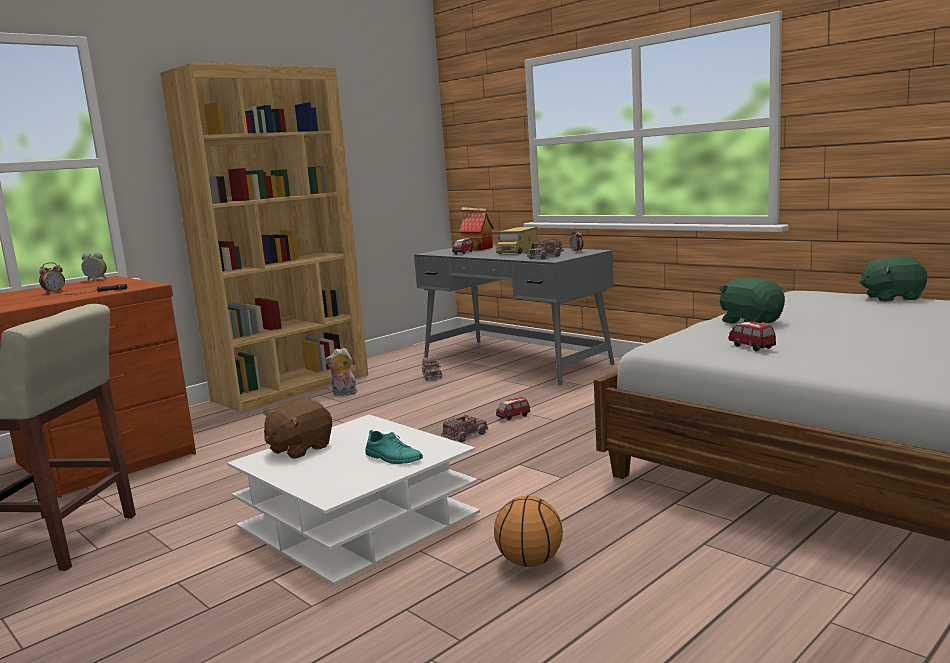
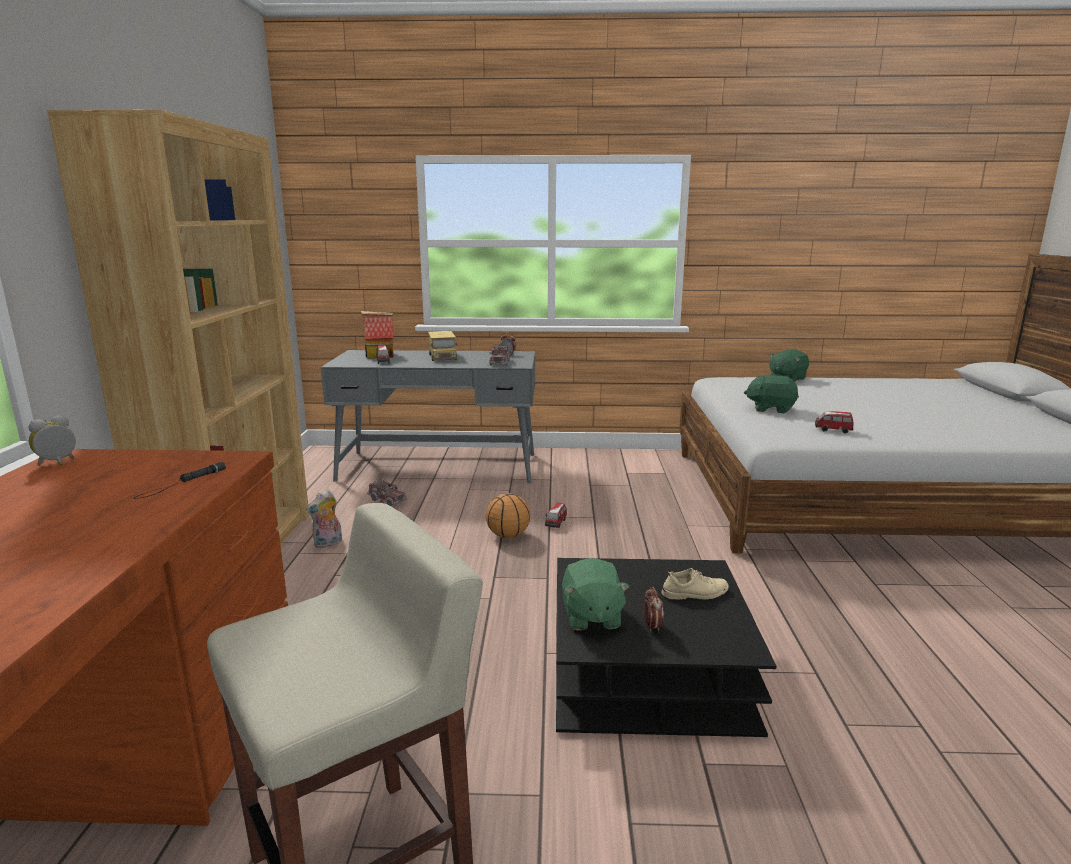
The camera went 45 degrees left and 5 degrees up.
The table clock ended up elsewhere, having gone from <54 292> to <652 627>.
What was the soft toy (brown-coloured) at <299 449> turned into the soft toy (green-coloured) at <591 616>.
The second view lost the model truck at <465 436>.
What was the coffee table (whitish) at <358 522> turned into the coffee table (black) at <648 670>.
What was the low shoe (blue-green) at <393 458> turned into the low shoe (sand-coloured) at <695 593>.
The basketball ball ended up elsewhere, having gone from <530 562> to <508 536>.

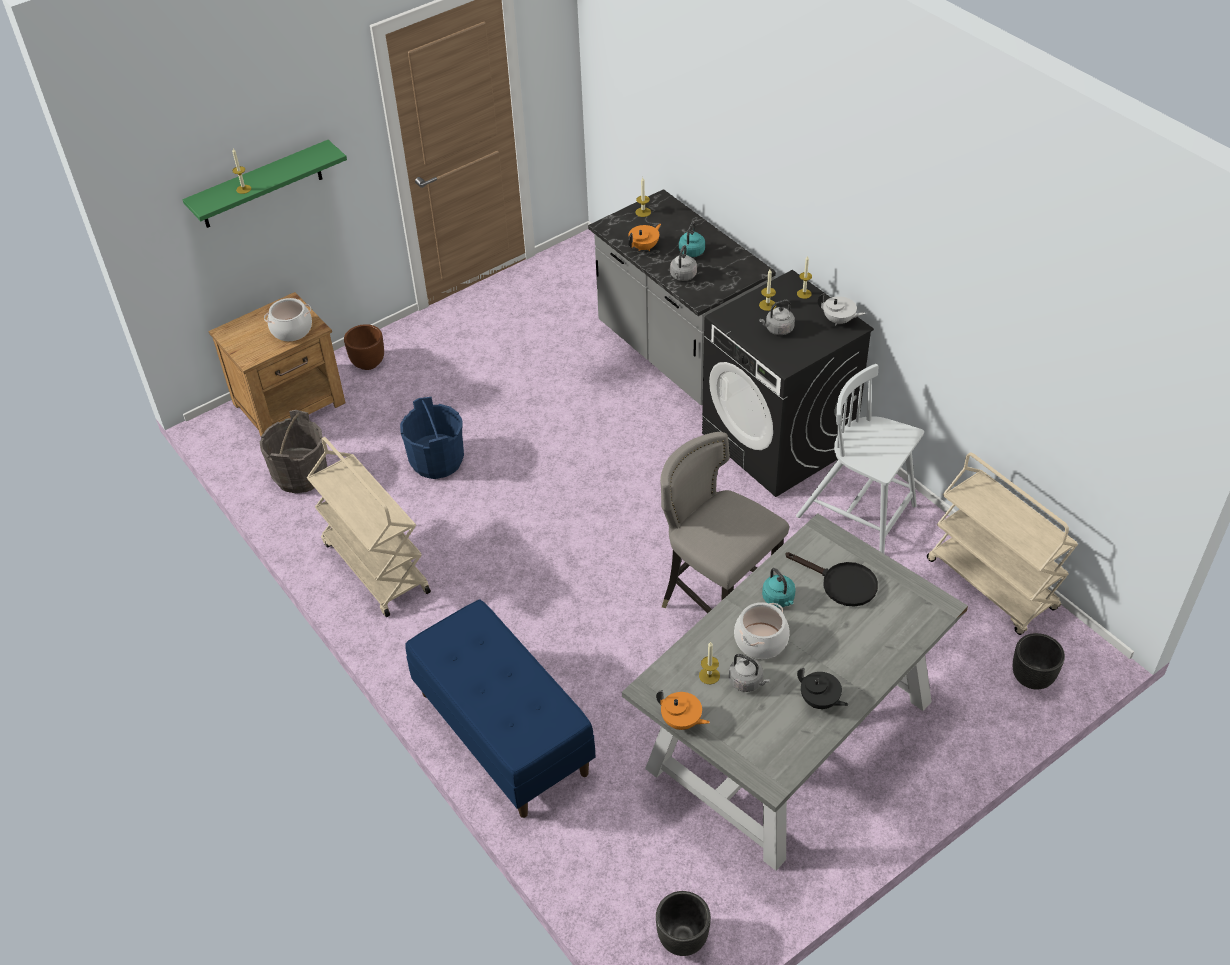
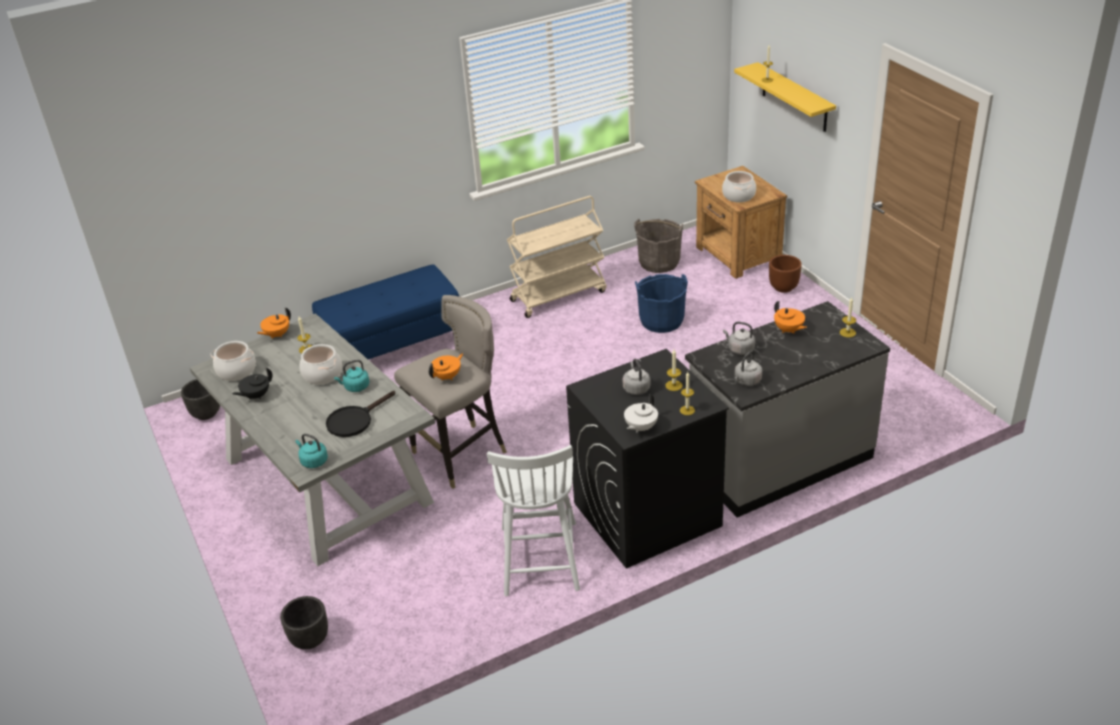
The camera went 100 degrees right and 10 degrees down.
What was the shelf (green-coloured) at <261 185> turned into the shelf (yellow) at <794 98>.
The kettle (blue-green) ended up elsewhere, having gone from <691 253> to <313 461>.
The chair (whitish) at <858 512> ended up facing another way, 135 degrees clockwise from before.
The second view lost the cart (sand-coloured) at <992 585>.
The kettle (grey) ended up elsewhere, having gone from <747 682> to <747 381>.
The second view gained the stockpot at <236 371>.
The second view gained the teapot (orangey) at <447 376>.

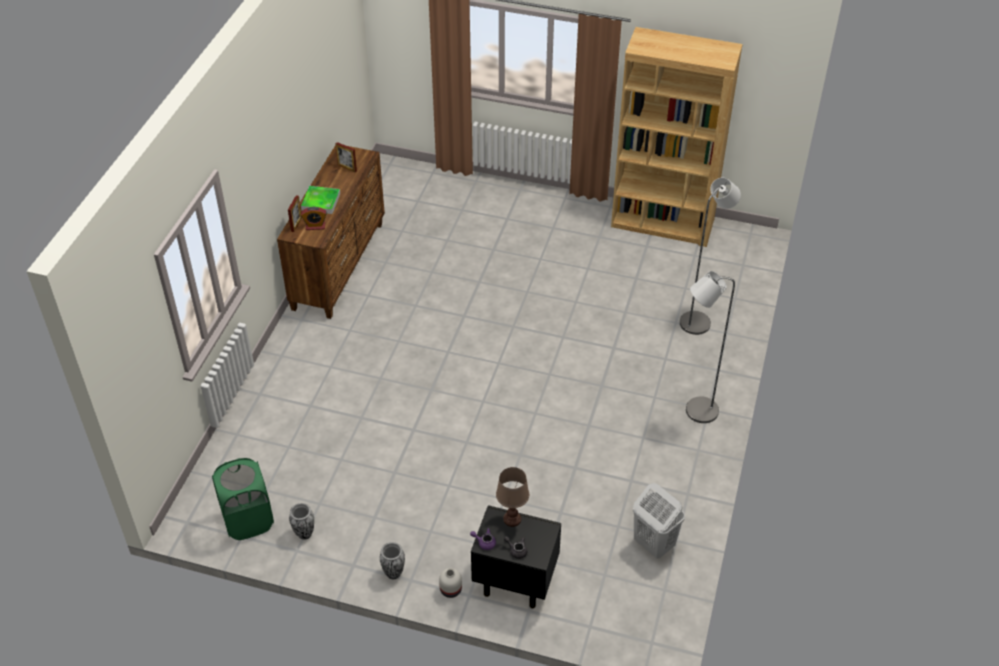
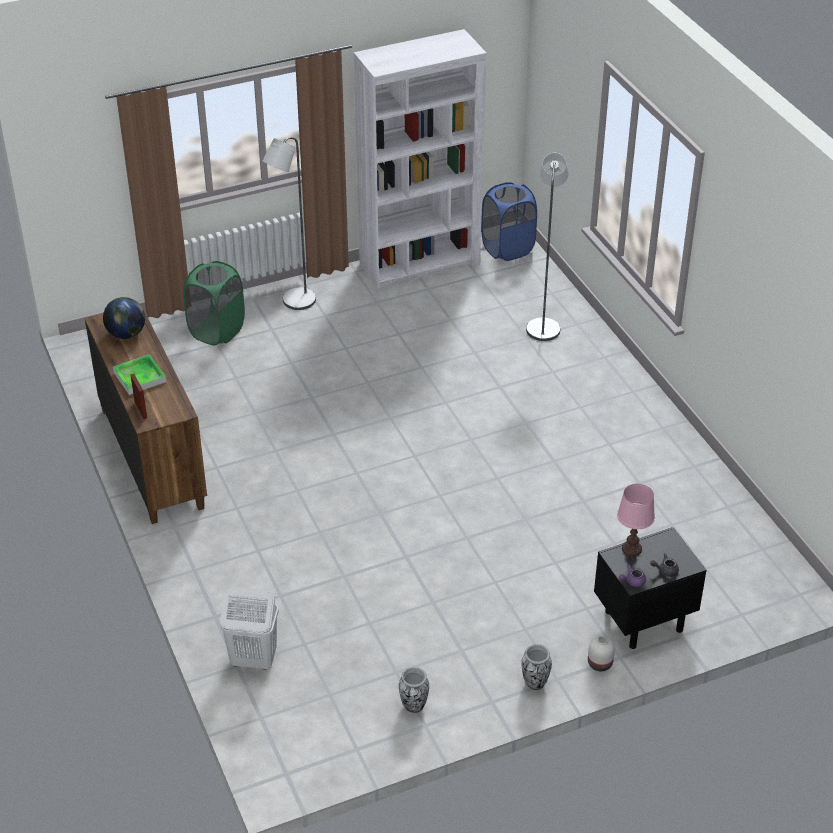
The camera went 40 degrees left and 5 degrees down.
What was the shelving unit (brown-coloured) at <663 224> turned into the shelving unit (whitish) at <420 263>.
Where the photo frame stood at <347 168>, the world globe came to stand at <126 334>.
The second view lost the table clock at <315 226>.
The standard lamp (grey) ended up elsewhere, having gone from <695 411> to <294 303>.
The laundry basket (green-coloured) ended up elsewhere, having gone from <248 520> to <217 331>.
What was the table lamp (brown-coloured) at <512 519> turned into the table lamp (pink-coloured) at <632 549>.
The laundry basket (whitish) ended up elsewhere, having gone from <653 544> to <253 659>.
The second view gained the laundry basket (bluish) at <507 248>.

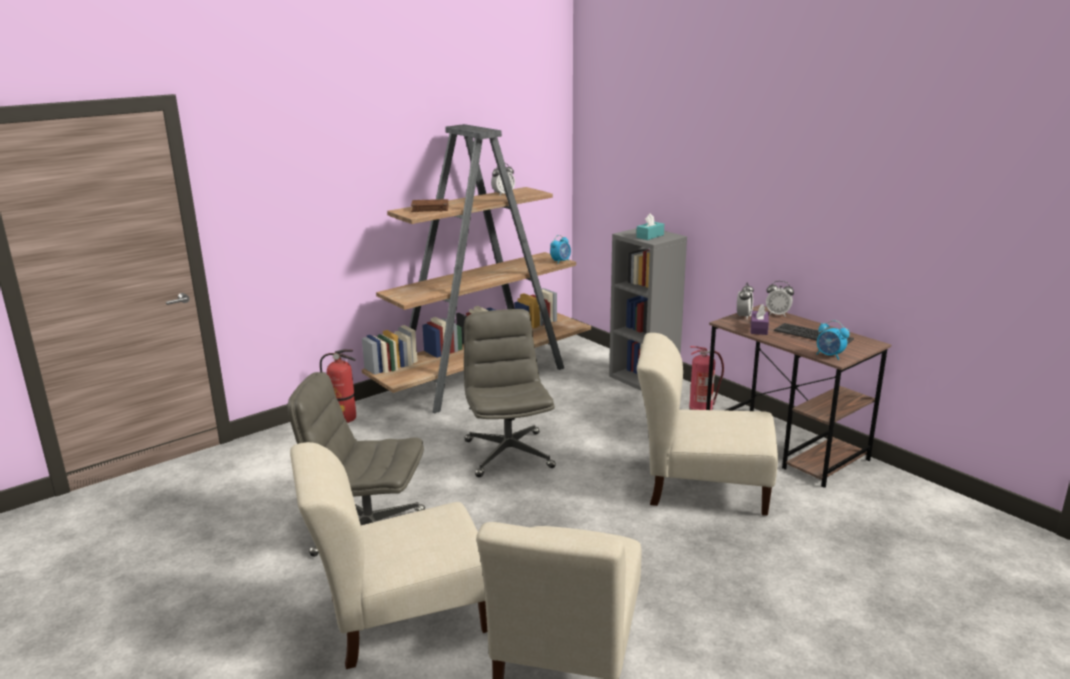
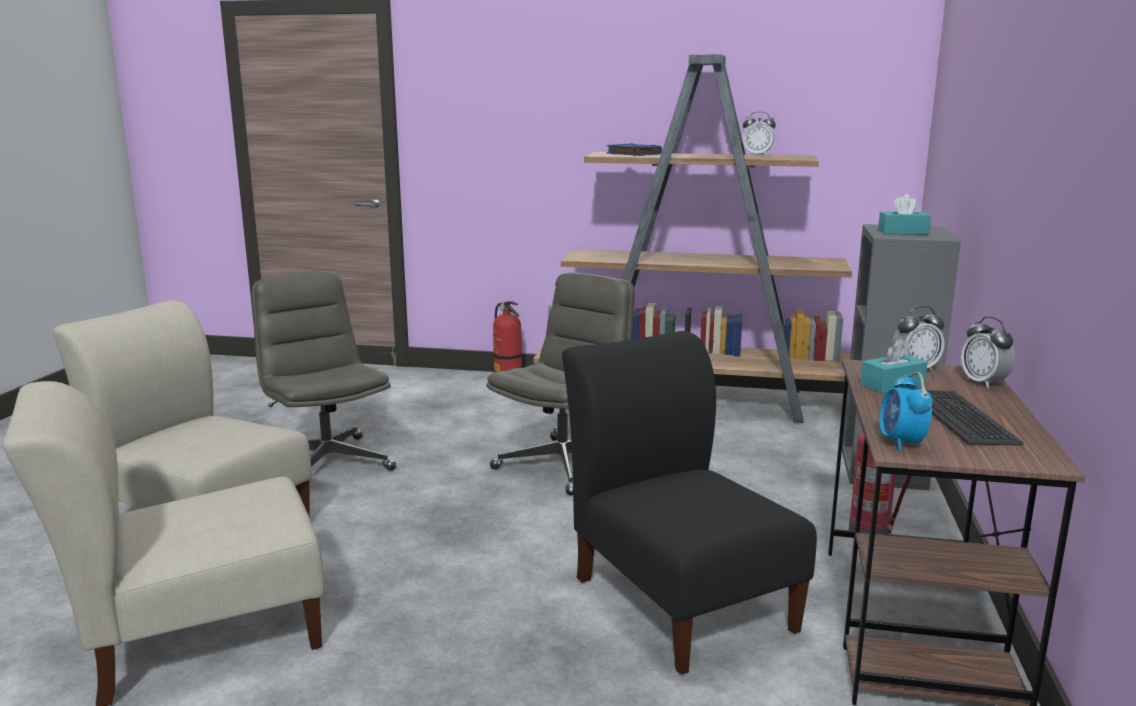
The camera went 50 degrees right and 5 degrees down.
What was the book (brown-coloured) at <429 208> turned into the book (bluish) at <633 154>.
The second view lost the table clock at <561 261>.
What was the tissue box (purplish) at <759 329> turned into the tissue box (blue-green) at <892 385>.
What was the chair (sand-coloured) at <701 487> turned into the chair (black) at <678 598>.

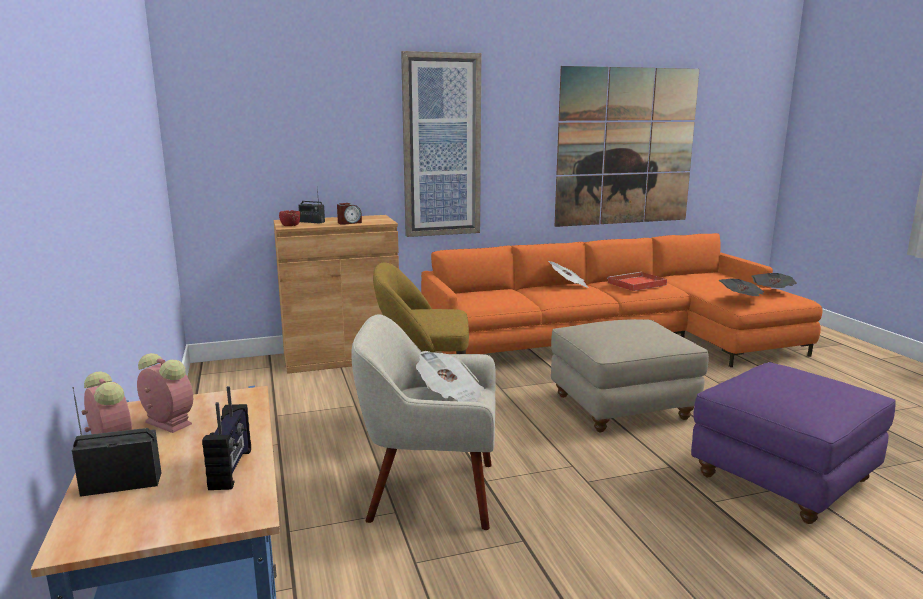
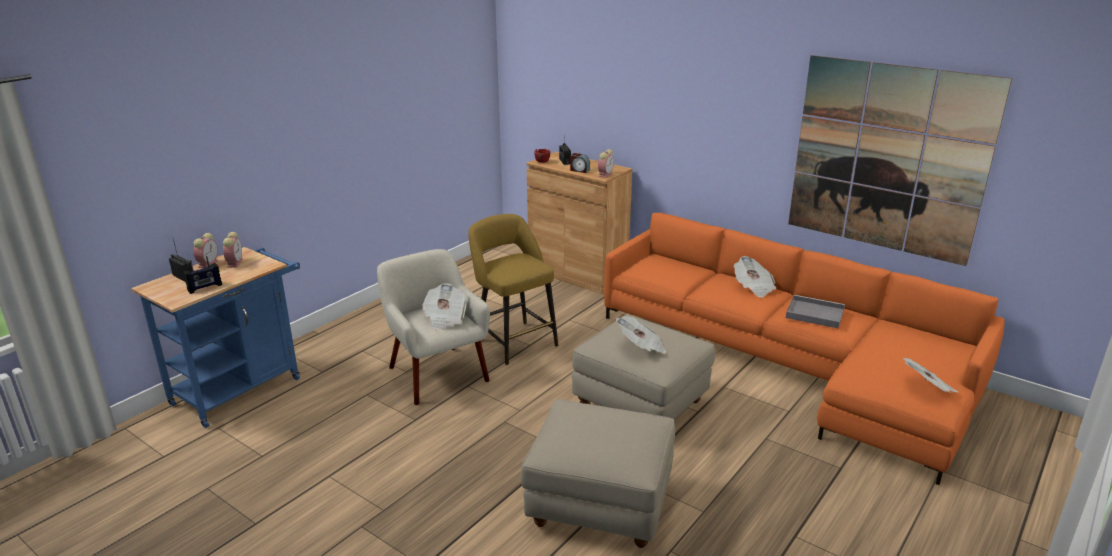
The camera went 55 degrees right and 10 degrees up.
The second view lost the wall art at <441 146>.
What was the carrying tray (red-coloured) at <636 284> turned into the carrying tray (grey) at <813 314>.
The newspaper ended up elsewhere, having gone from <741 299> to <641 347>.
What was the footrest (purplish) at <783 479> turned into the footrest (sand-coloured) at <599 505>.
The second view gained the table clock at <605 174>.

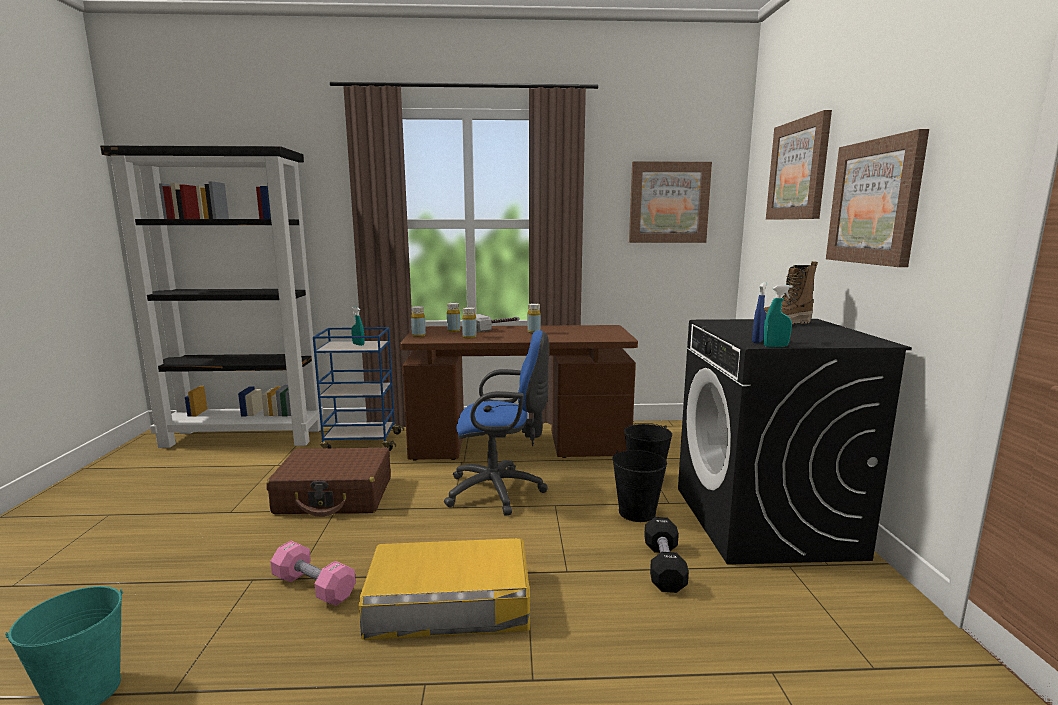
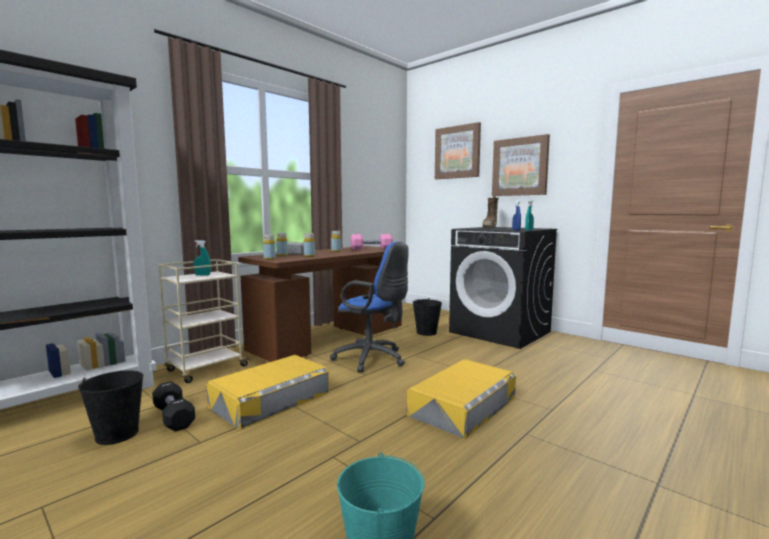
The camera went 45 degrees left and 5 degrees down.
The second view lost the wall art at <668 203>.
What was the cart (bluish) at <361 442> turned into the cart (sand-coloured) at <206 369>.
The desk chair (bluish) at <500 491> ended up facing another way, 75 degrees clockwise from before.
Where the travel case (brown-coloured) stood at <335 496>, the storage bin (yellow) came to stand at <270 399>.
The bucket (black) ended up elsewhere, having gone from <637 512> to <117 434>.
The hand weight (black) ended up elsewhere, having gone from <664 567> to <173 417>.
The hand weight (pink-coloured) ended up elsewhere, having gone from <314 587> to <371 249>.

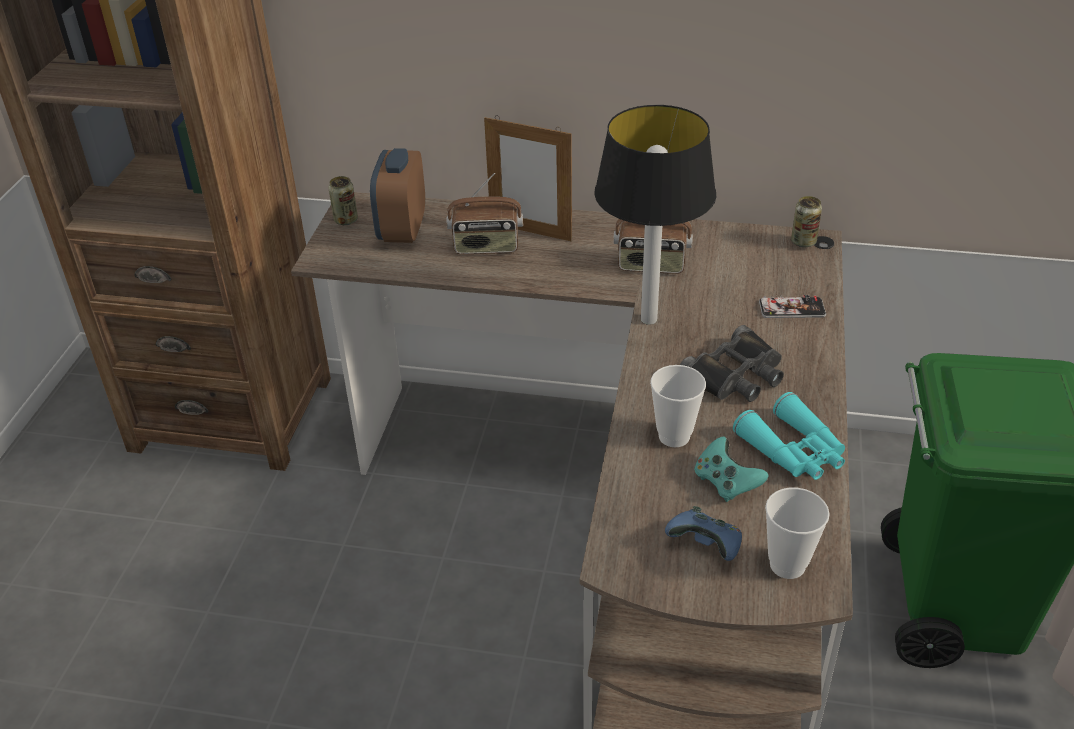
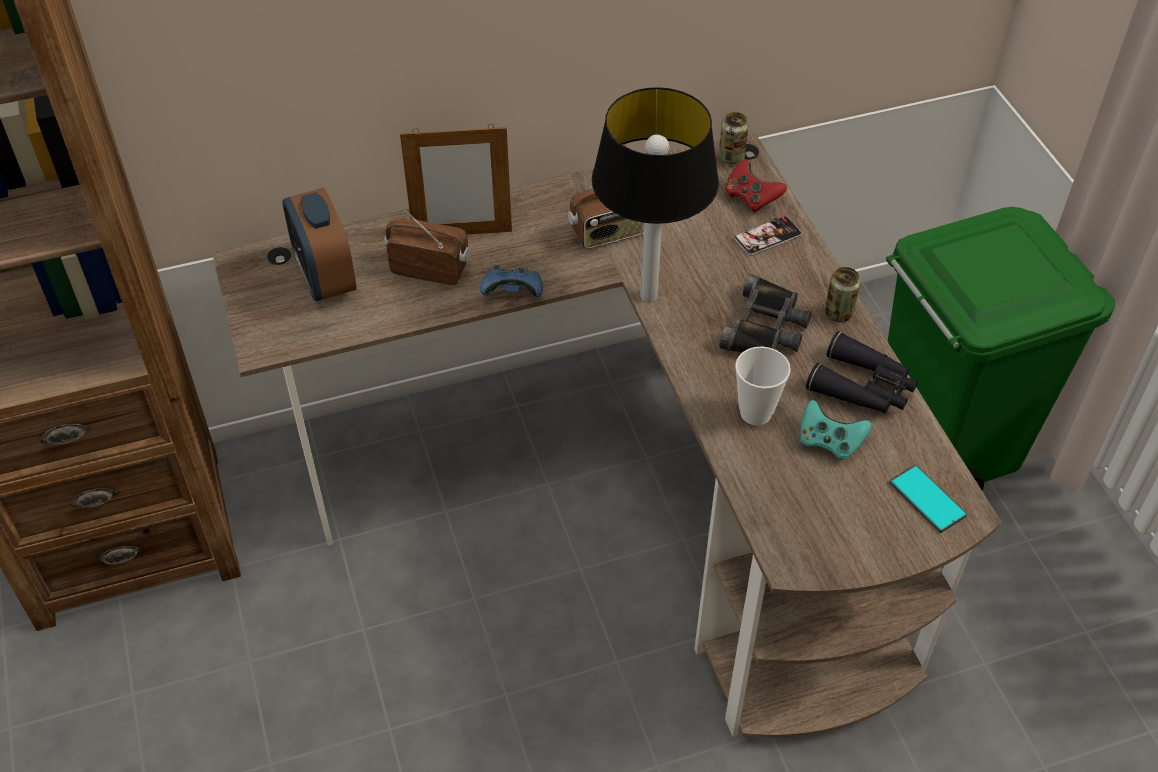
The camera went 30 degrees left and 10 degrees up.
The radio receiver at <486 247> ended up facing another way, 135 degrees counterclockwise from before.
The can ended up elsewhere, having gone from <346 220> to <838 313>.
What was the field glasses (blue-green) at <793 451> turned into the field glasses (black) at <863 387>.
Where the cup stood at <787 565>, the handset came to stand at <927 499>.
The gamepad (bluish) ended up elsewhere, having gone from <706 546> to <513 294>.
The second view gained the gamepad (red-coloured) at <751 198>.

